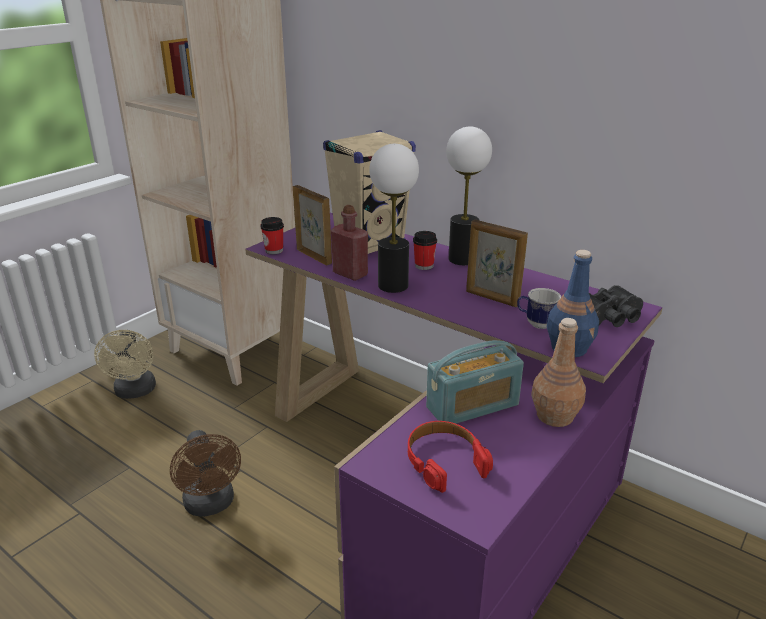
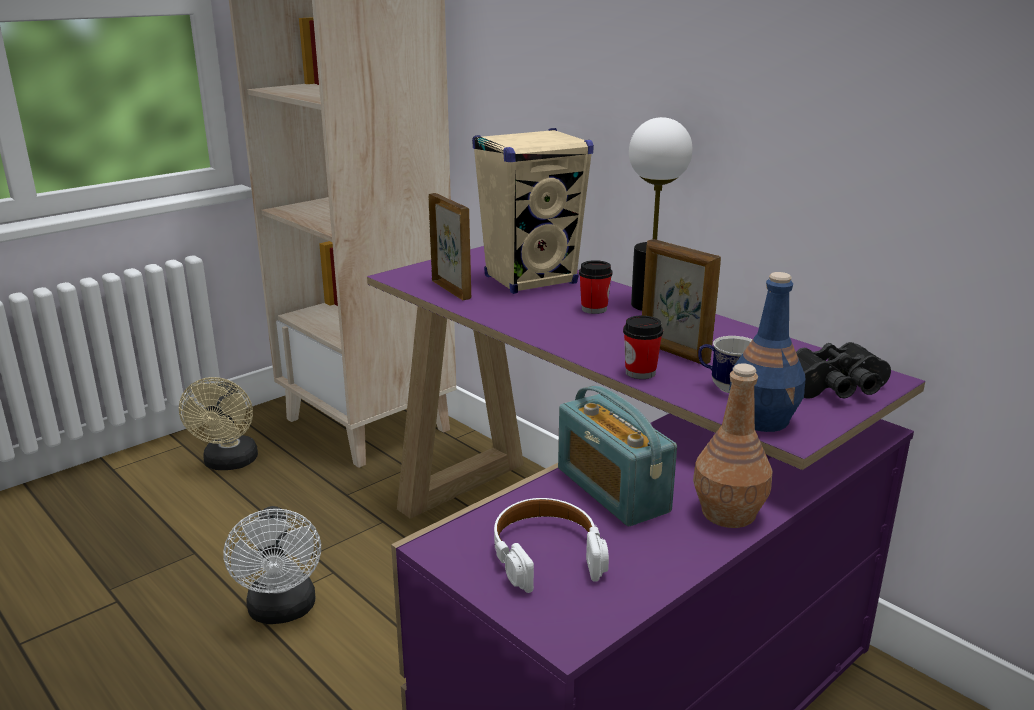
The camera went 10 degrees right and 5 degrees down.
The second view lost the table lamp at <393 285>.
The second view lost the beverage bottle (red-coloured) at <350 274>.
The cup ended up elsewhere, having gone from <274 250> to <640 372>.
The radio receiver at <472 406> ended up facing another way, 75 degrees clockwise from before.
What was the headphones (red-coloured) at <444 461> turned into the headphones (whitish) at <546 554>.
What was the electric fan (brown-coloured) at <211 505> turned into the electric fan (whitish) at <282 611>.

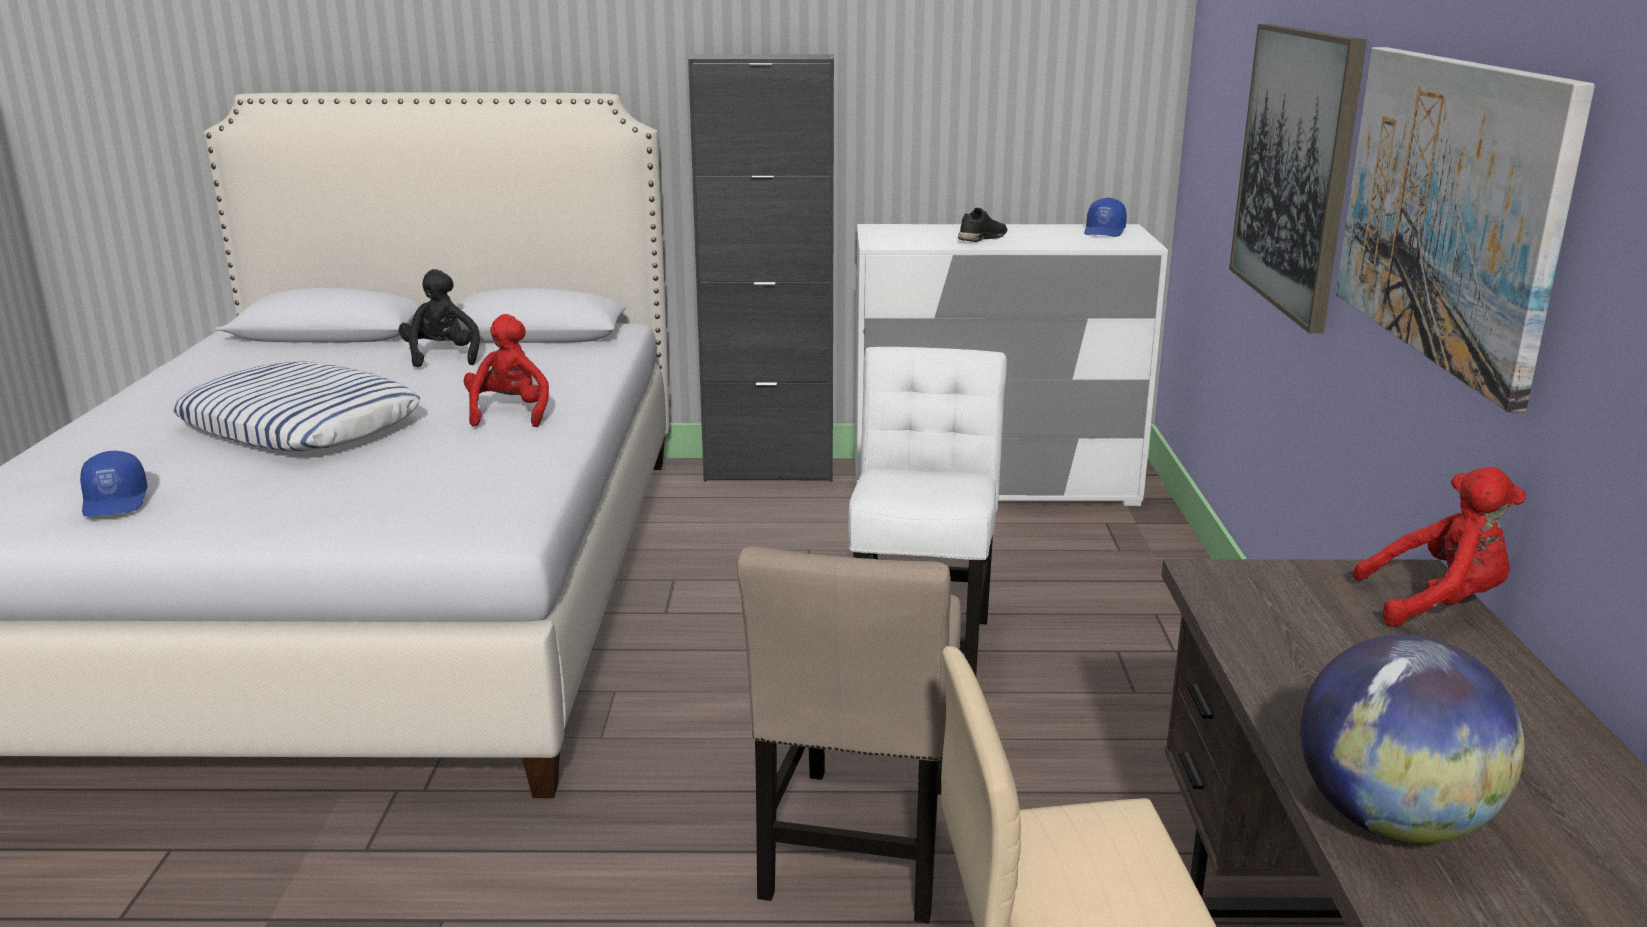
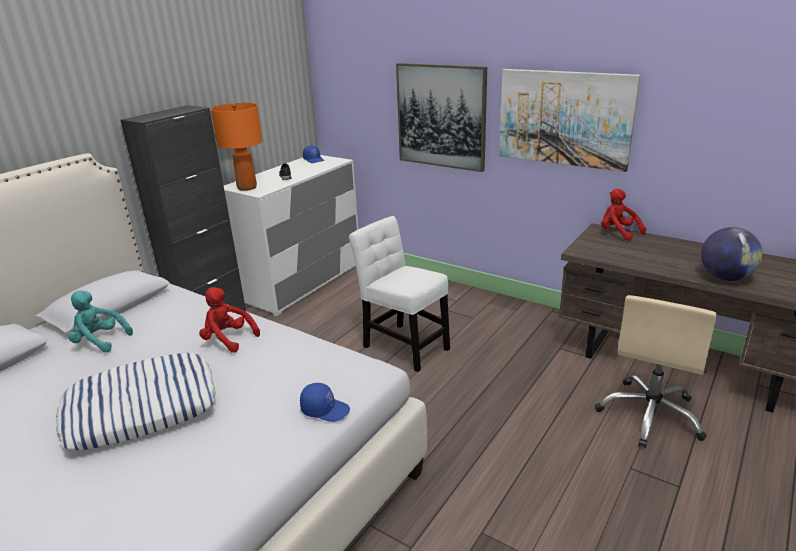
The camera went 55 degrees left and 5 degrees up.
What was the soft toy (black) at <442 357> turned into the soft toy (blue-green) at <99 341>.
The baseball cap (bluish) ended up elsewhere, having gone from <116 501> to <325 409>.
The soft toy (red-coloured) at <1436 604> ended up facing another way, 75 degrees counterclockwise from before.
The second view lost the chair (sand-coloured) at <859 850>.
The second view gained the table lamp (orangey) at <247 187>.

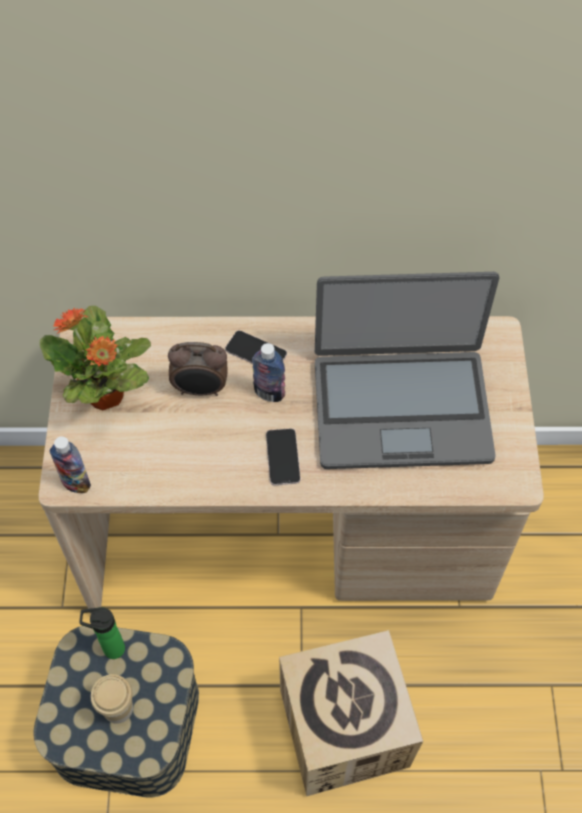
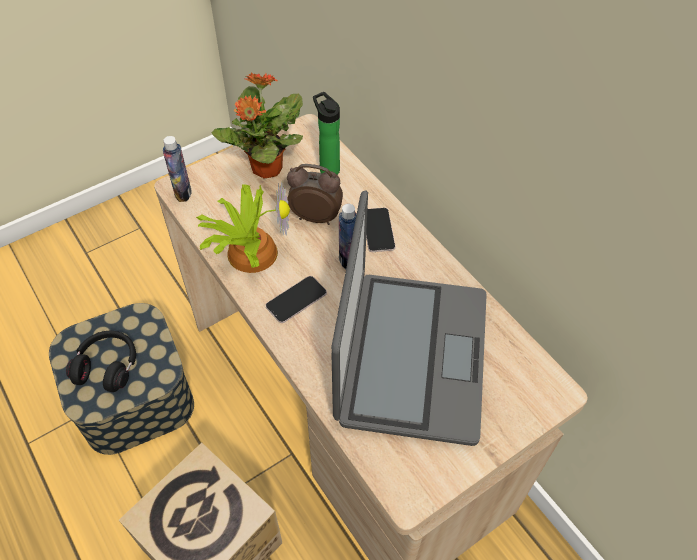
The camera went 55 degrees right and 5 degrees down.
The portable computer at <401 407> ended up facing another way, 135 degrees counterclockwise from before.
The table clock at <200 389> ended up facing another way, 135 degrees clockwise from before.
The beverage bottle ended up elsewhere, having gone from <110 648> to <328 168>.
Where the cup stood at <118 708>, the headphones (black) came to stand at <108 366>.
The second view gained the houseplant at <250 251>.

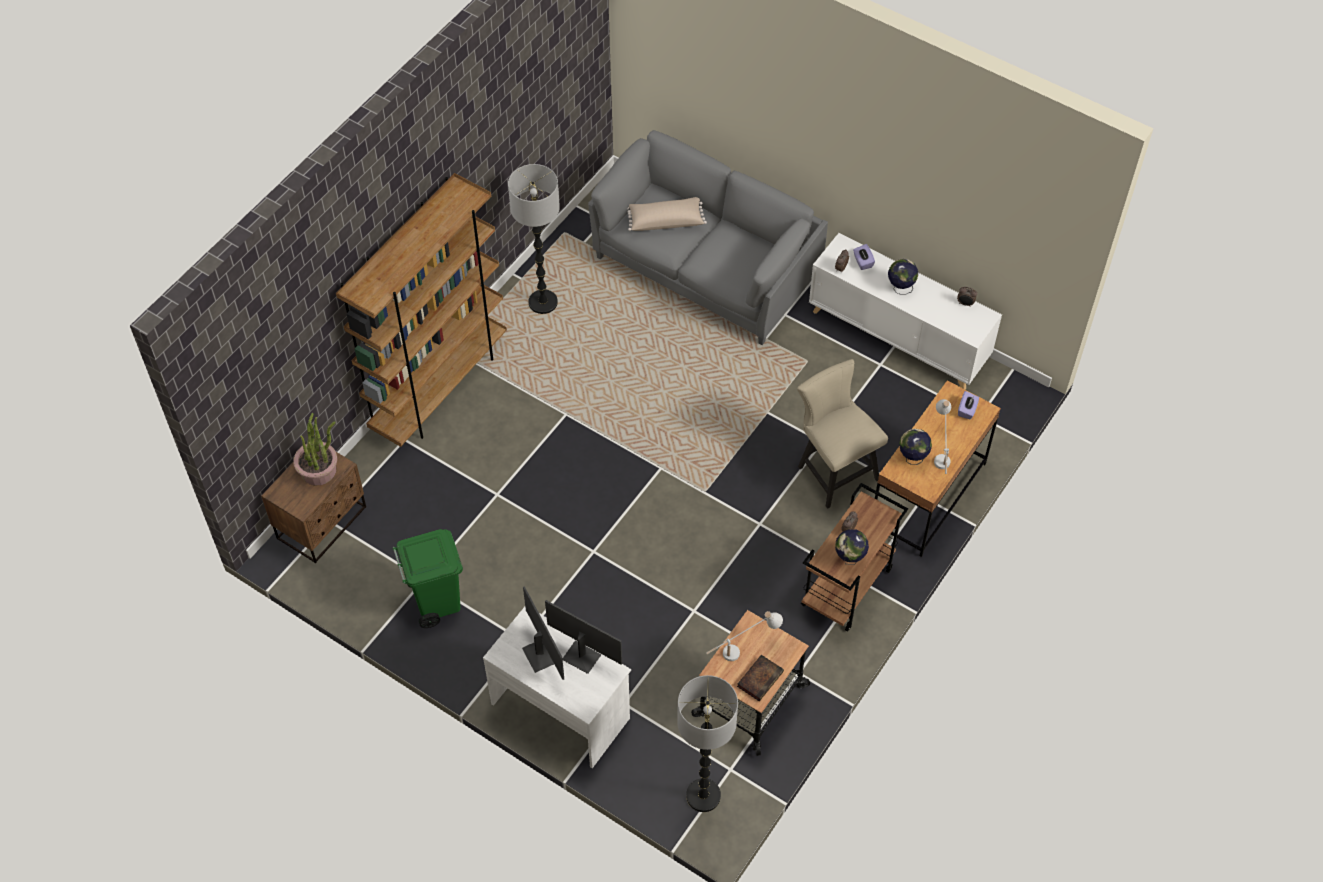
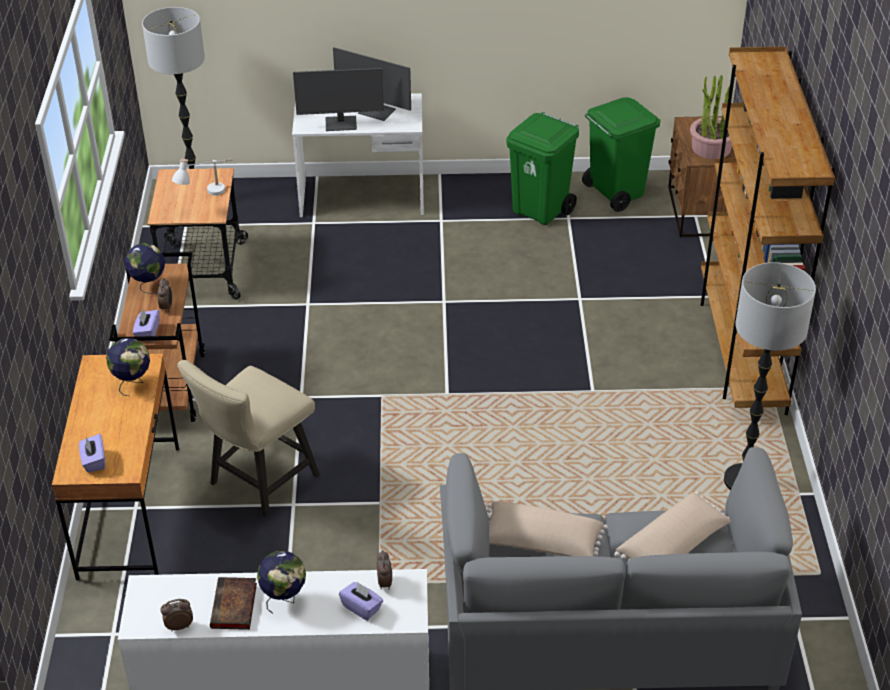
The camera went 145 degrees right and 15 degrees down.
The chair (sand-coloured) at <833 470> ended up facing another way, 105 degrees clockwise from before.
The second view lost the table lamp (whitish) at <941 452>.
The book ended up elsewhere, having gone from <760 678> to <234 607>.
The second view gained the trash can (green-coloured) at <615 193>.
The second view gained the tissue box (purplish) at <147 333>.
The second view gained the cushion (sand-coloured) at <540 544>.

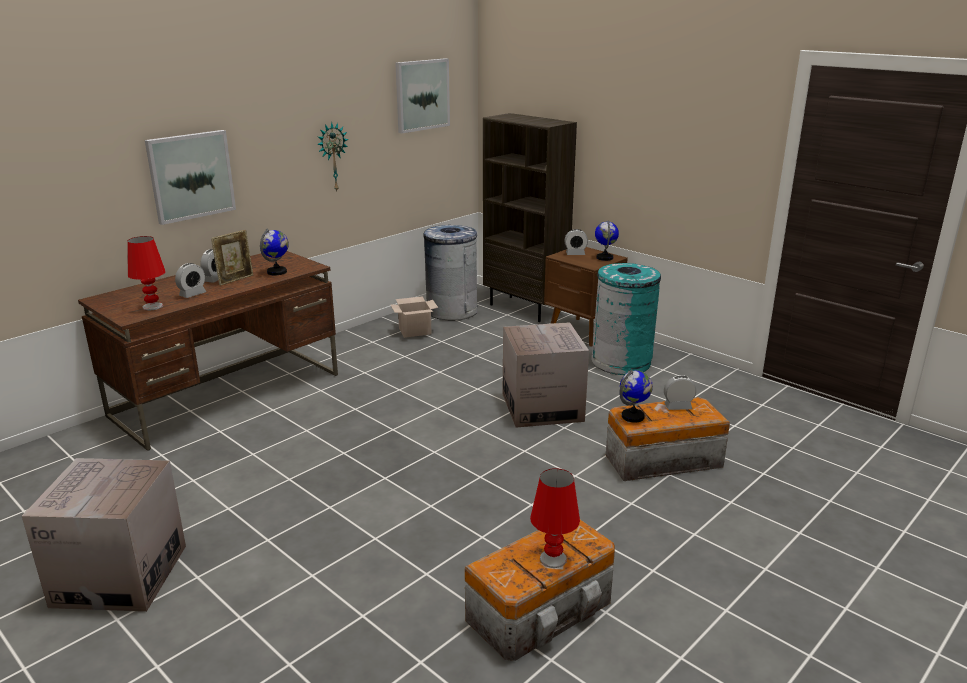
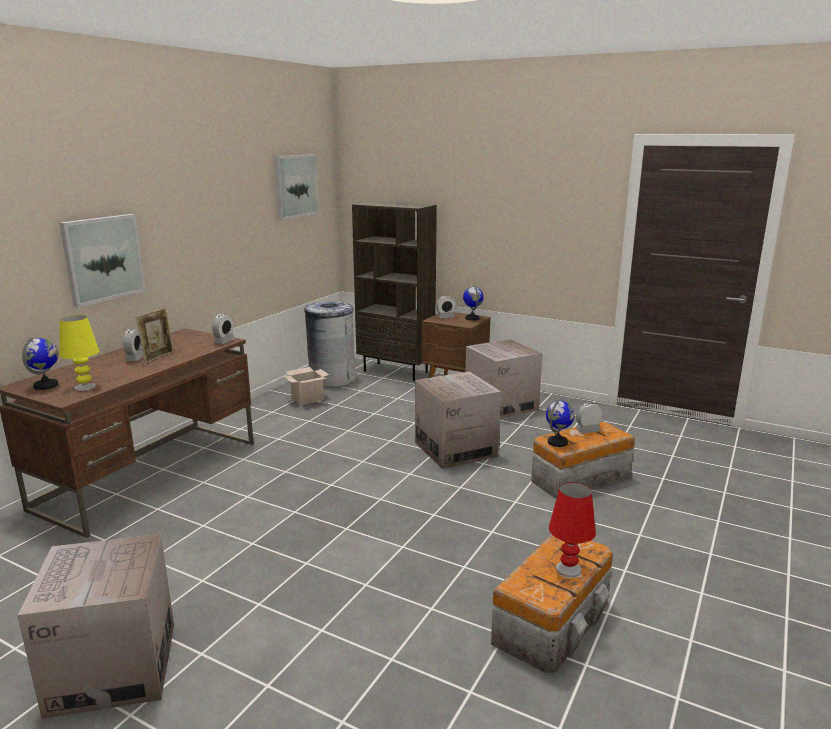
The camera went 15 degrees left and 5 degrees down.
The second view lost the hanging clock at <332 157>.
The world globe ended up elsewhere, having gone from <277 272> to <46 385>.
What was the table lamp (red-coloured) at <153 306> turned into the table lamp (yellow) at <85 387>.
The table clock ended up elsewhere, having gone from <192 294> to <224 341>.
Where the trash can (blue-green) stood at <621 362>, the cardboard box came to stand at <501 405>.

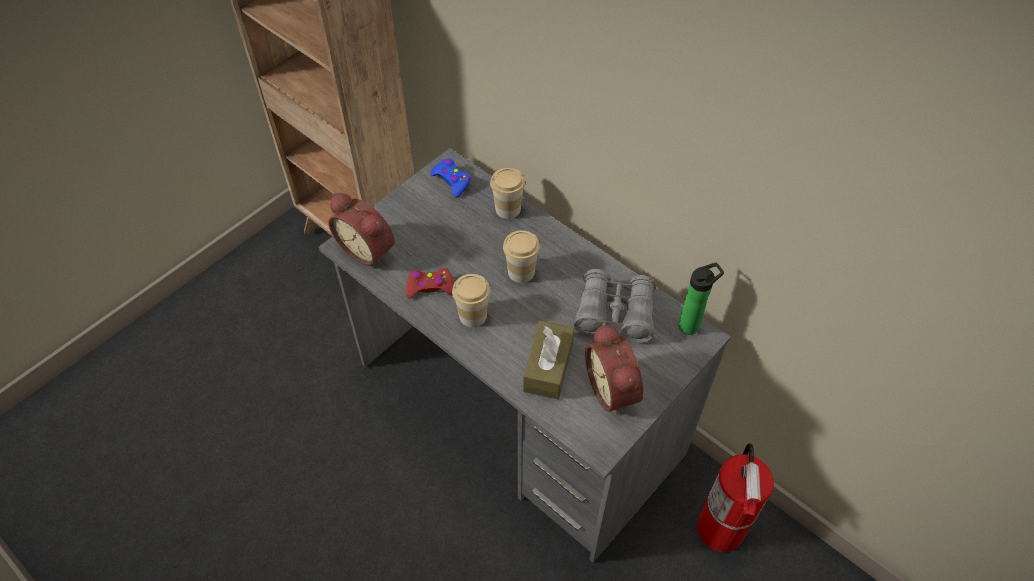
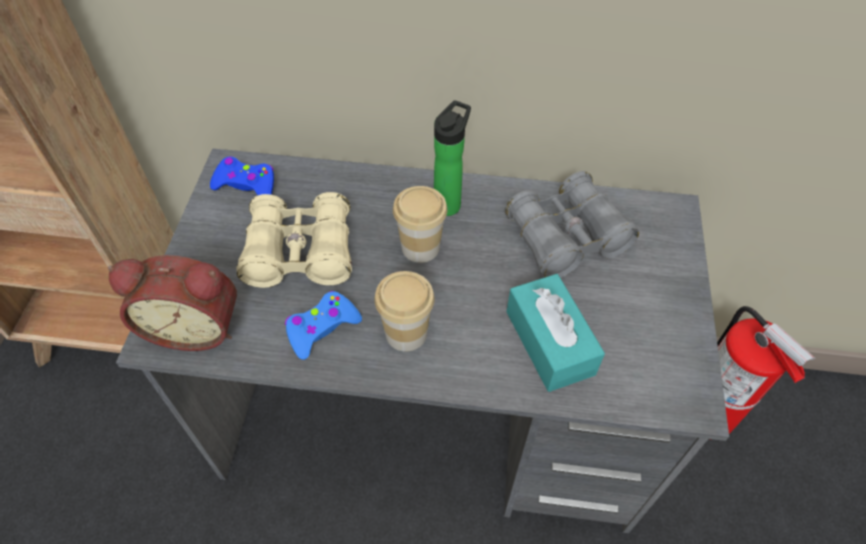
The camera went 35 degrees left and 0 degrees up.
The second view lost the cup at <508 209>.
The beverage bottle ended up elsewhere, having gone from <691 325> to <449 203>.
What was the gamepad (red-coloured) at <430 287> turned into the gamepad (bluish) at <322 328>.
What was the tissue box (brown-coloured) at <548 367> turned into the tissue box (blue-green) at <549 342>.
The second view lost the table clock at <614 389>.
The second view gained the field glasses (sand-coloured) at <300 253>.

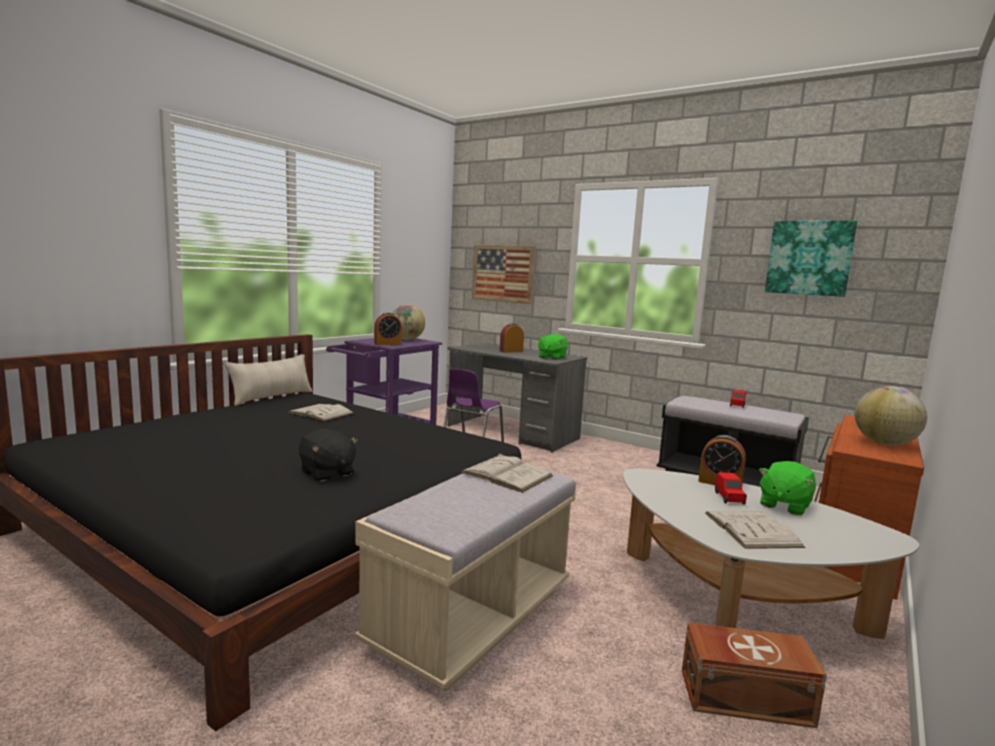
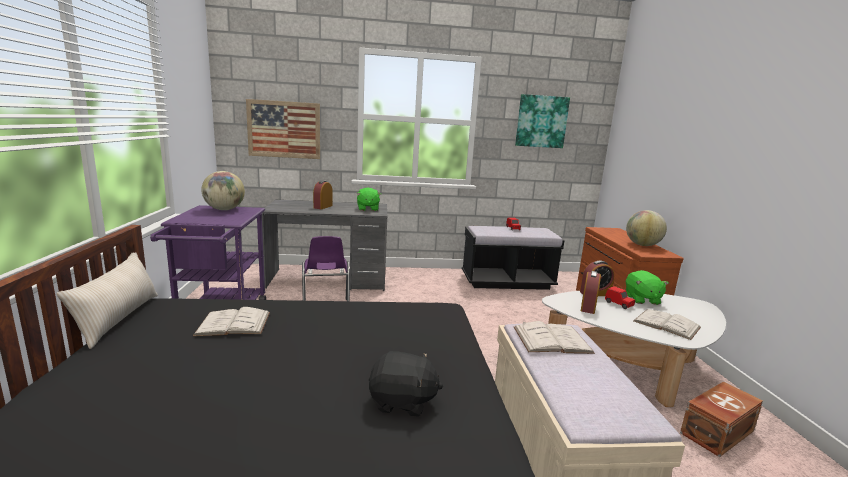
The camera went 40 degrees left and 5 degrees up.
The table clock ended up elsewhere, having gone from <387 344> to <588 307>.

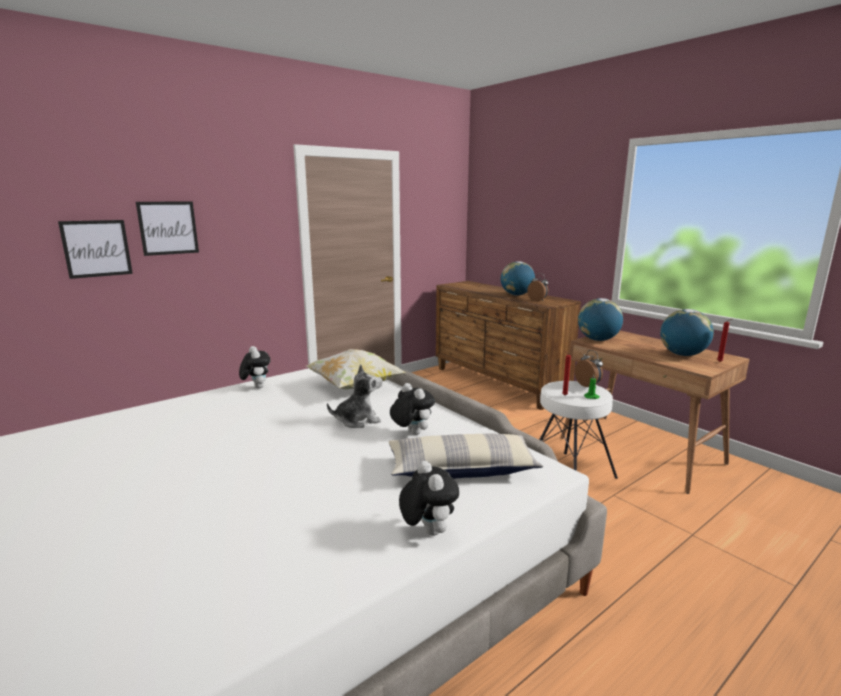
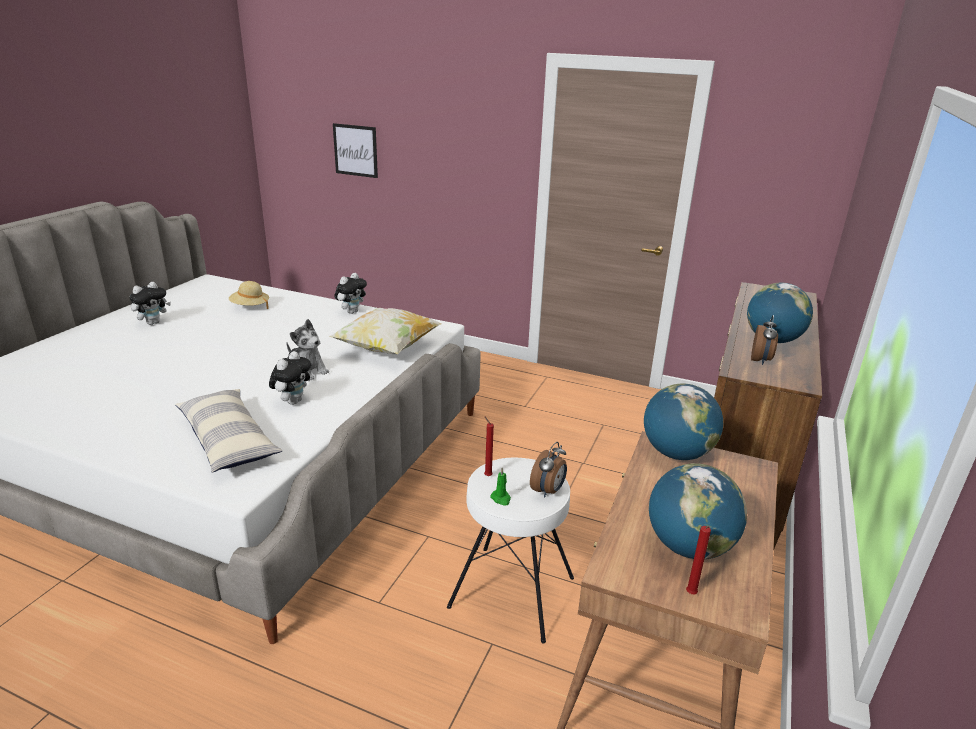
The camera went 60 degrees right and 10 degrees up.
The second view lost the wall art at <168 228>.
The soft toy ended up elsewhere, having gone from <427 531> to <153 322>.
The second view gained the clothing hat (sand-coloured) at <250 307>.

